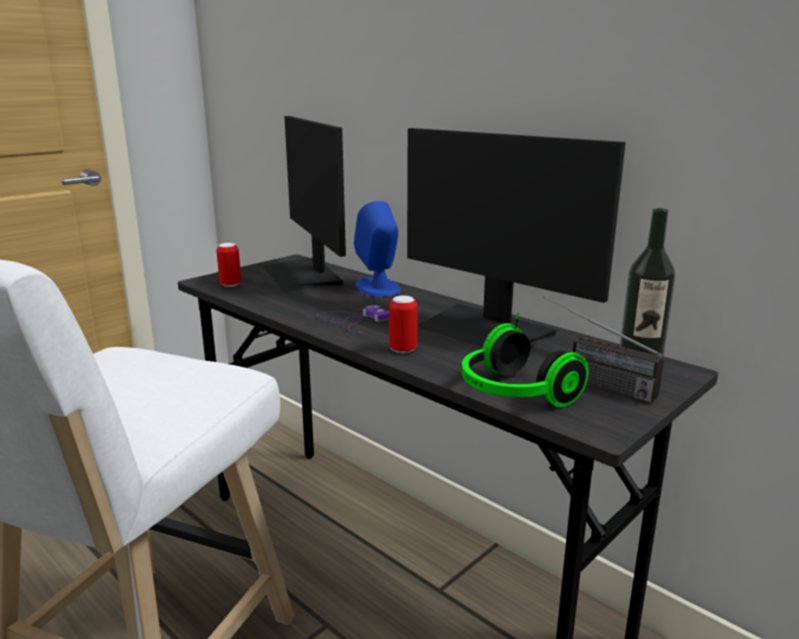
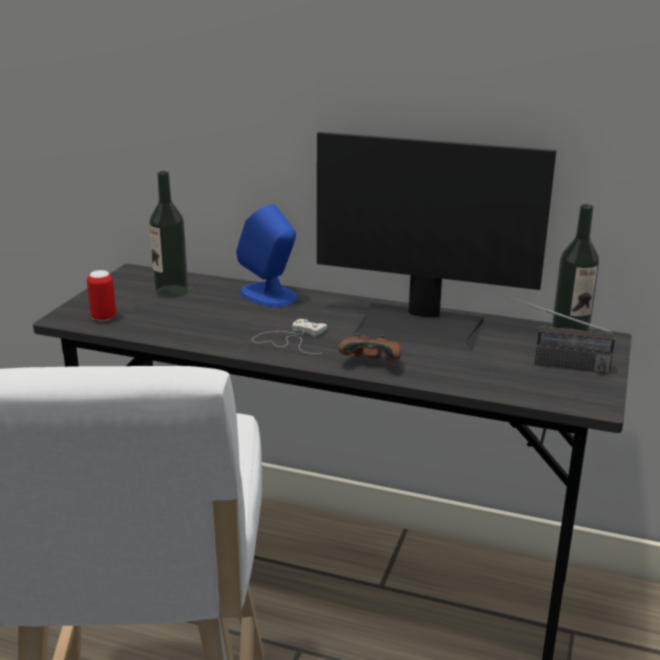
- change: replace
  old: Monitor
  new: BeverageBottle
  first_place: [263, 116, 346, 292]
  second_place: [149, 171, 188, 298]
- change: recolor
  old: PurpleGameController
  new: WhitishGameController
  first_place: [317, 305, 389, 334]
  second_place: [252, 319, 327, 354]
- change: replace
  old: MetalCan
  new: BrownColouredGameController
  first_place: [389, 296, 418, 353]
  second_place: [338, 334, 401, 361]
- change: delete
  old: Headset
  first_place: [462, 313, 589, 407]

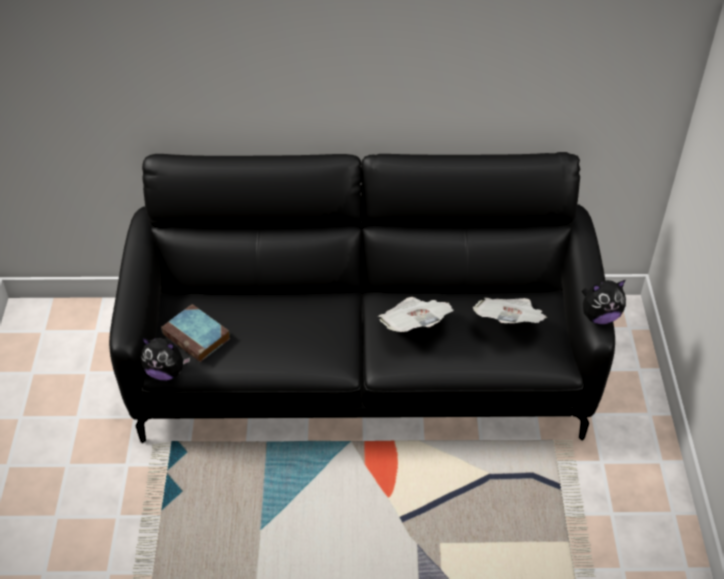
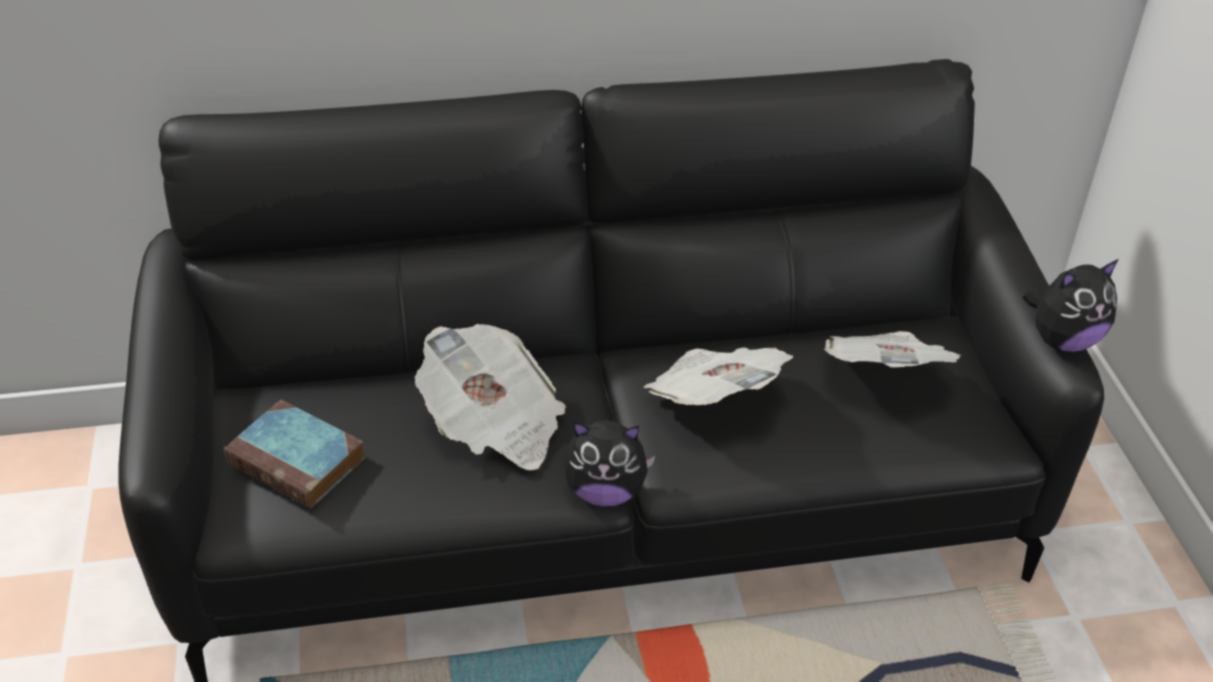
- change: insert
  new: Newspaper
  second_place: [415, 324, 566, 471]
- change: move
  old: PlushToy
  first_place: [141, 338, 190, 381]
  second_place: [564, 420, 656, 507]

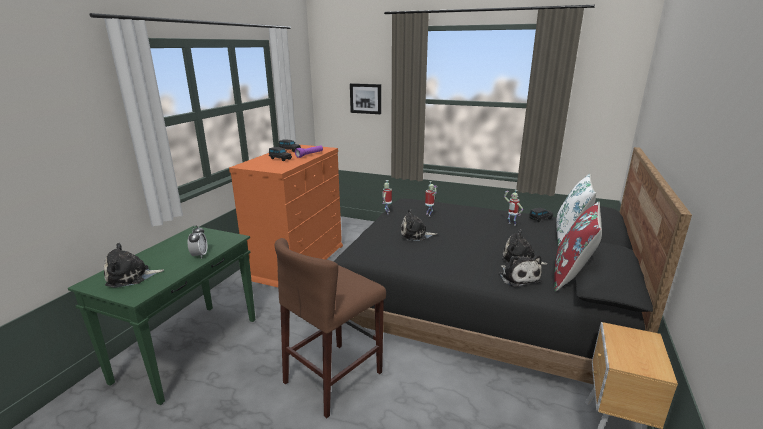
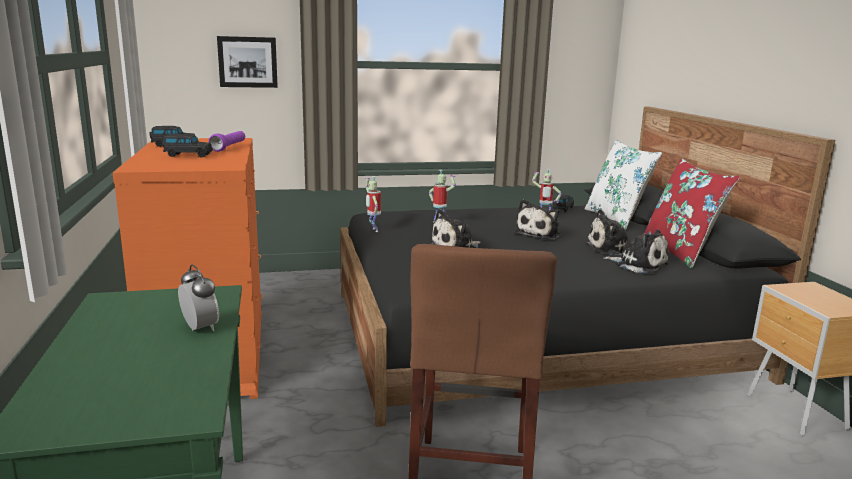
- change: move
  old: PlushToy
  first_place: [104, 243, 164, 288]
  second_place: [514, 199, 561, 239]

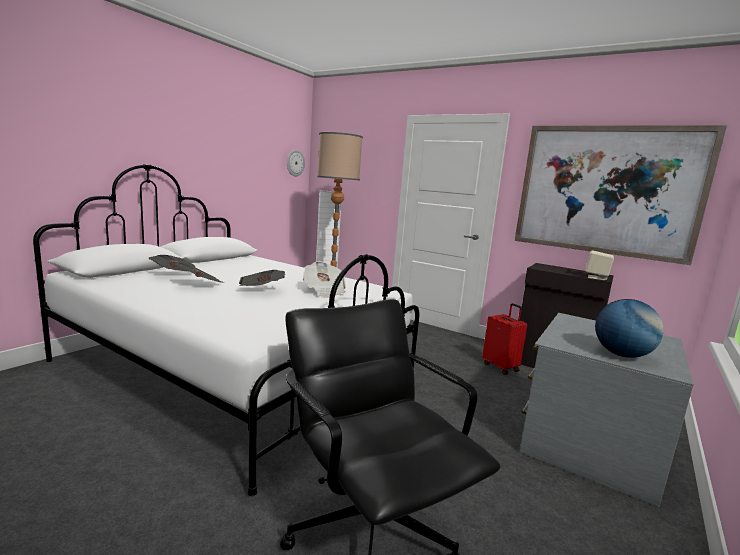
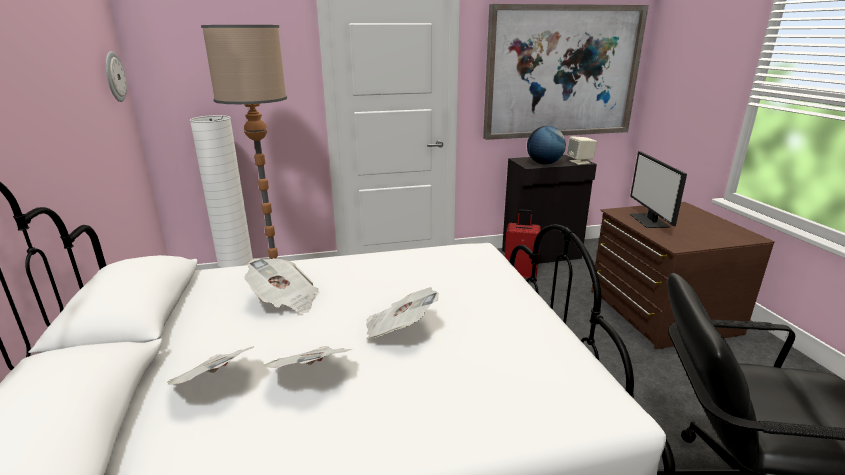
- change: move
  old: Newspaper
  first_place: [303, 261, 346, 298]
  second_place: [244, 258, 319, 313]
- change: move
  old: Globe
  first_place: [595, 299, 664, 358]
  second_place: [527, 126, 566, 164]
- change: recolor
  old: GrayDrawerChest
  new: BrownColouredDrawerChest
  first_place: [519, 313, 694, 507]
  second_place: [591, 202, 775, 349]
- change: insert
  new: Monitor
  second_place: [629, 151, 687, 228]

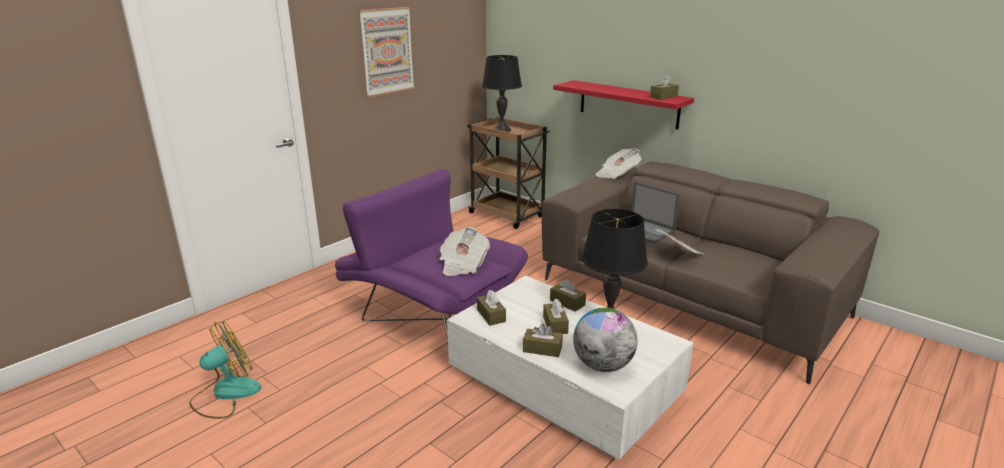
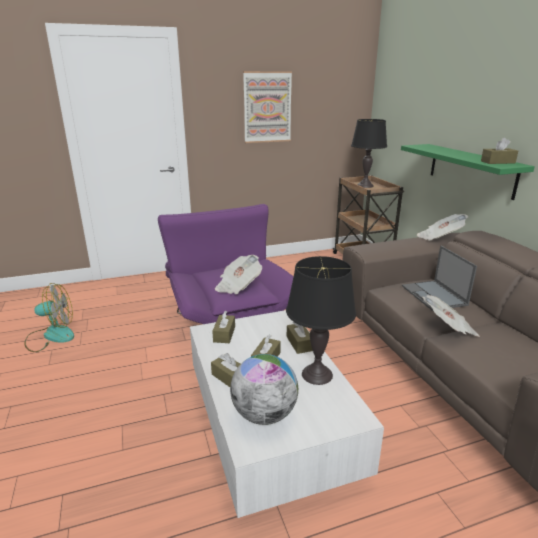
- change: recolor
  old: RedBracketShelf
  new: GreenBracketShelf
  first_place: [553, 80, 694, 129]
  second_place: [401, 144, 535, 200]

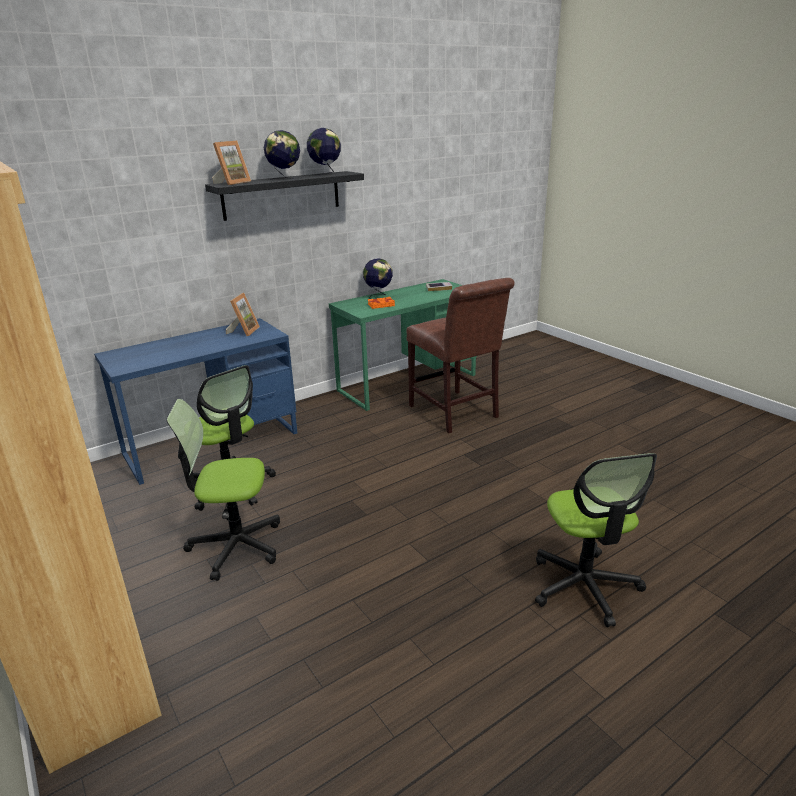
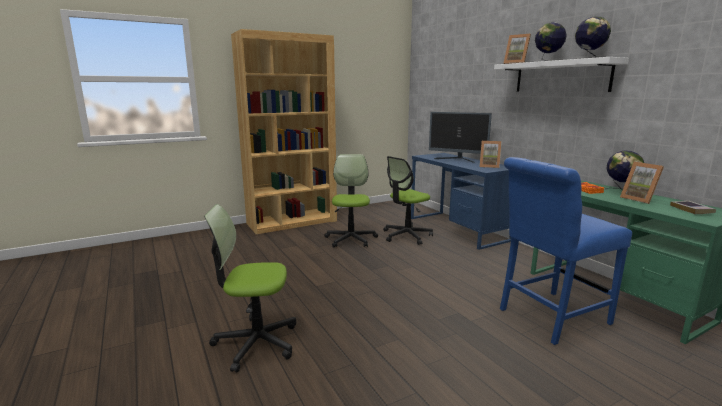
- change: insert
  new: Monitor
  second_place: [429, 112, 492, 163]
- change: recolor
  old: BlackColouredBracketShelf
  new: WhitishBracketShelf
  first_place: [205, 171, 364, 221]
  second_place: [494, 57, 629, 92]
- change: recolor
  old: BrownColouredUprightChair
  new: BlueUprightChair
  first_place: [406, 278, 515, 433]
  second_place: [500, 157, 632, 345]
- change: insert
  new: PictureFrame
  second_place: [620, 162, 664, 204]

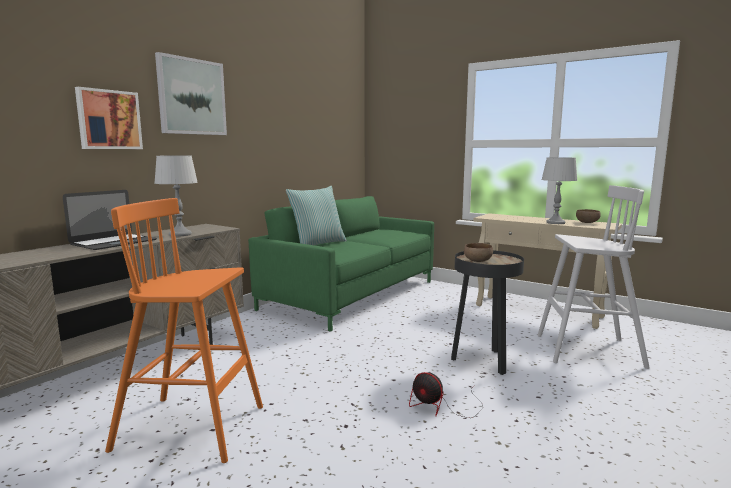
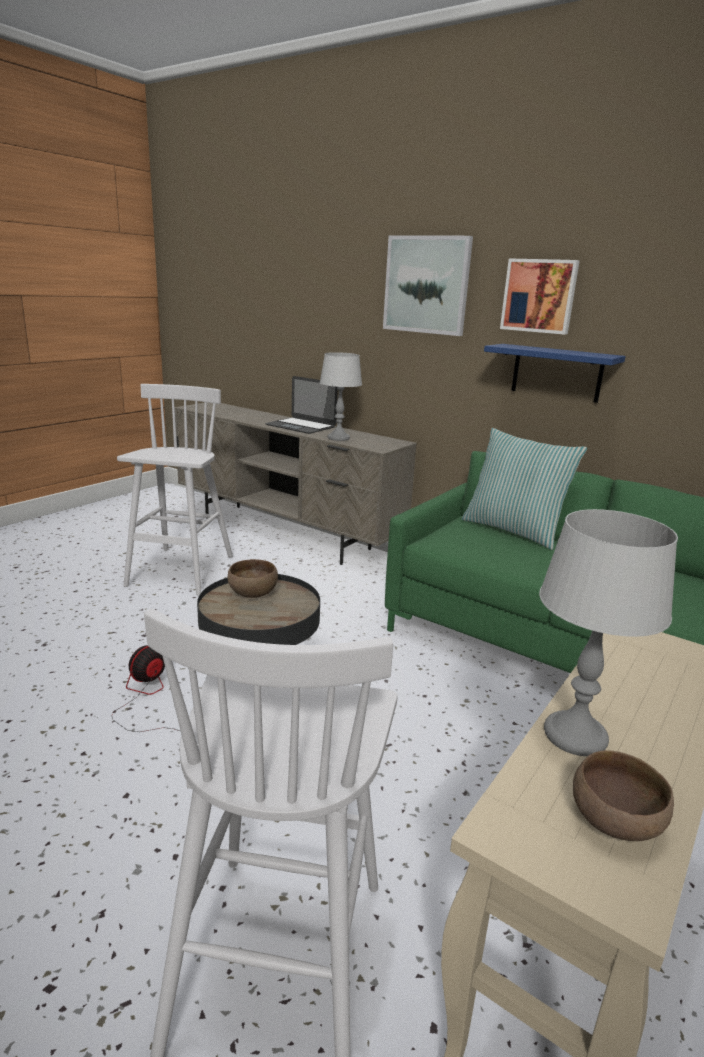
- change: recolor
  old: OrangeStoolSeat
  new: WhitishStoolSeat
  first_place: [105, 198, 263, 463]
  second_place: [117, 384, 233, 596]
- change: insert
  new: BlueBracketShelf
  second_place: [484, 344, 626, 403]
- change: move
  old: WallArt
  first_place: [75, 87, 143, 149]
  second_place: [500, 258, 580, 335]

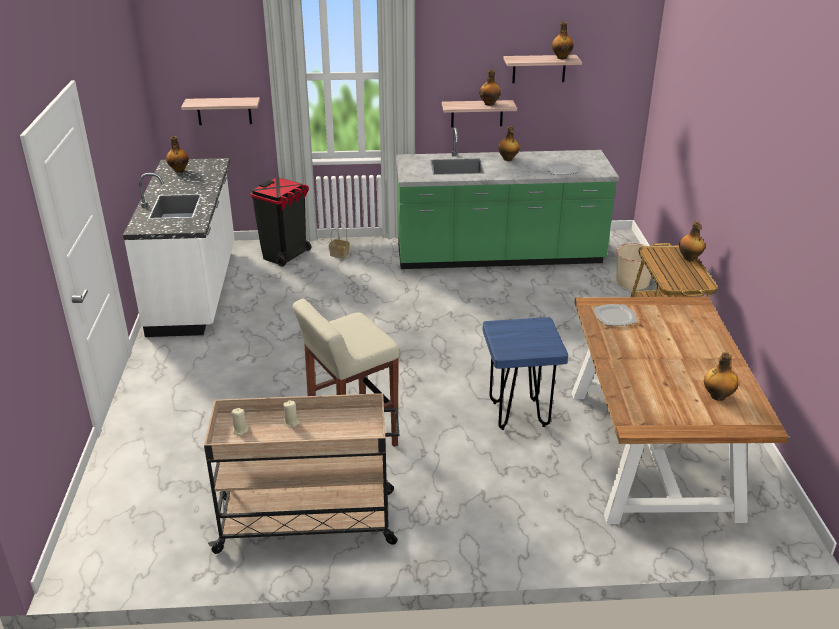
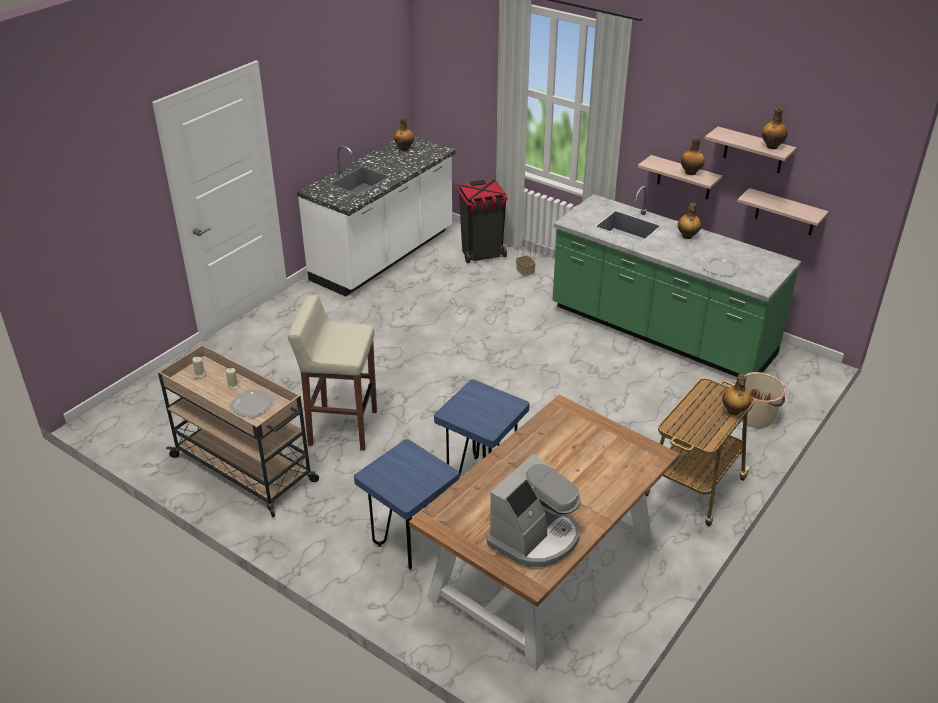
- change: move
  old: DinnerPlate
  first_place: [594, 304, 637, 326]
  second_place: [229, 389, 275, 418]
- change: insert
  new: BlueStoolSeat
  second_place: [354, 439, 460, 569]
- change: replace
  old: BeverageBottle
  new: CoffeeMaker
  first_place: [704, 352, 738, 401]
  second_place: [486, 454, 581, 567]
- change: move
  old: BracketShelf
  first_place: [181, 97, 260, 125]
  second_place: [737, 188, 829, 235]

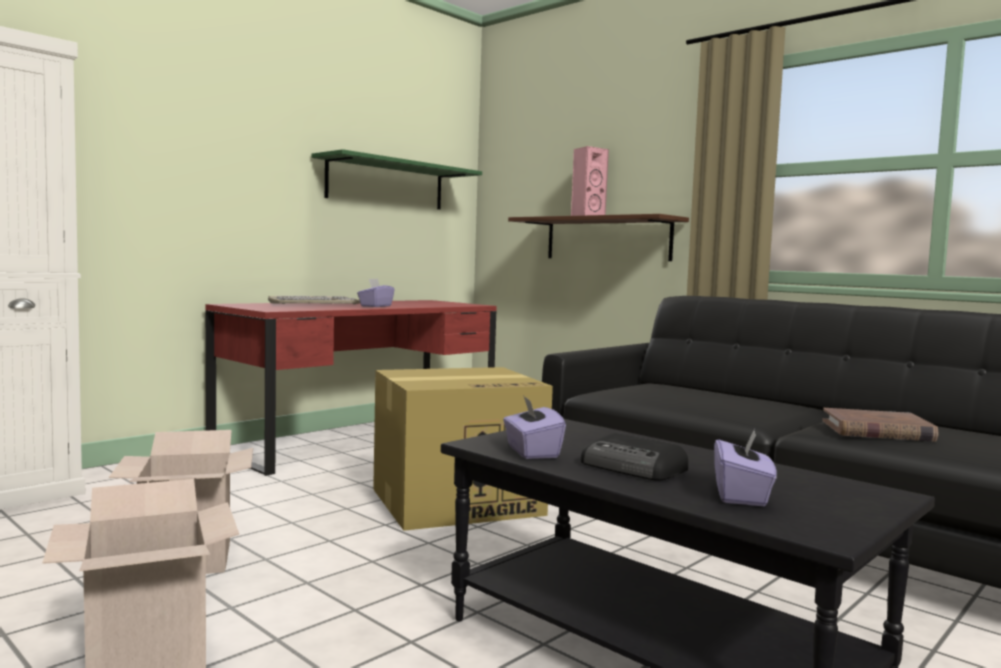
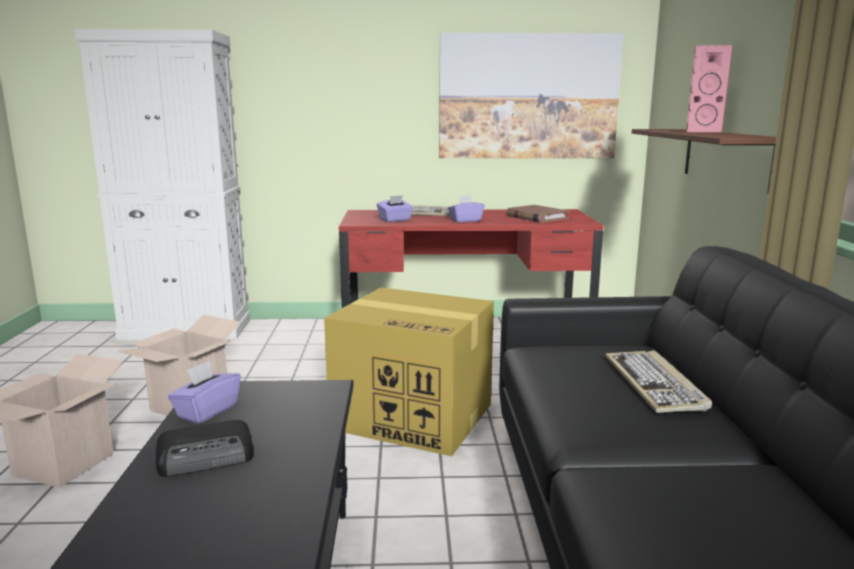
- change: rotate
  old: RadioSet
  first_place: [581, 433, 688, 481]
  second_place: [155, 420, 254, 477]
  degrees: -105
- change: move
  old: PurpleTissueHolder
  first_place: [714, 431, 777, 506]
  second_place: [377, 195, 413, 222]
- change: replace
  old: GreenBracketShelf
  new: WallArt
  first_place: [311, 149, 482, 209]
  second_place: [439, 32, 624, 158]
- change: move
  old: BrownColouredVolume
  first_place: [822, 408, 939, 442]
  second_place: [506, 205, 570, 223]
- change: insert
  new: PcKeyboard
  second_place: [605, 350, 712, 413]

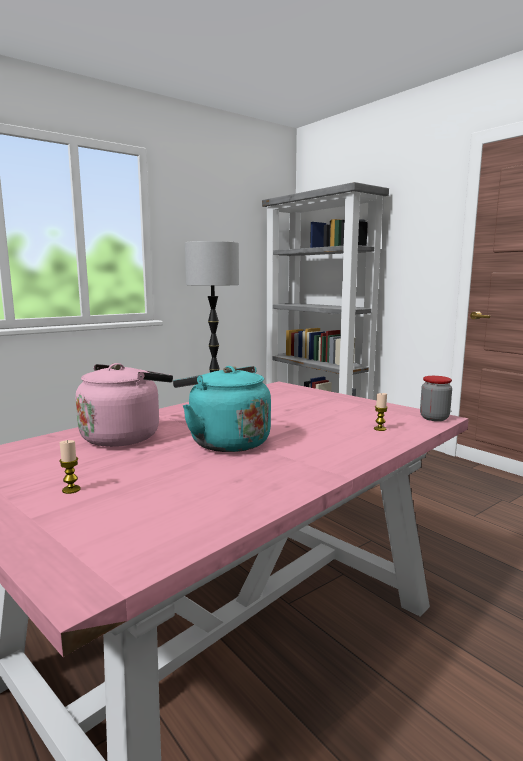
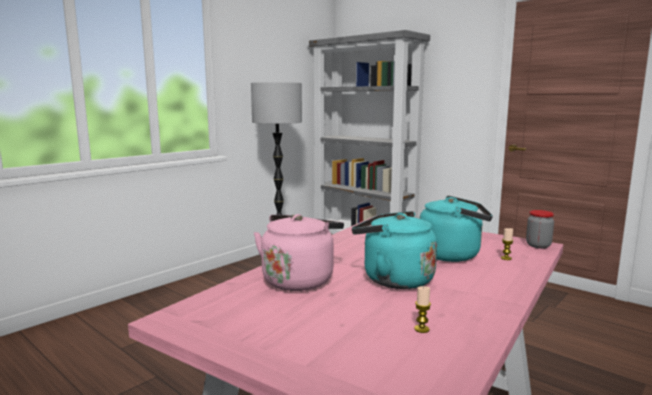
- change: move
  old: WaxCandle
  first_place: [59, 440, 81, 494]
  second_place: [414, 286, 431, 333]
- change: insert
  new: BlueGreenTeaKettle
  second_place: [419, 195, 493, 262]

